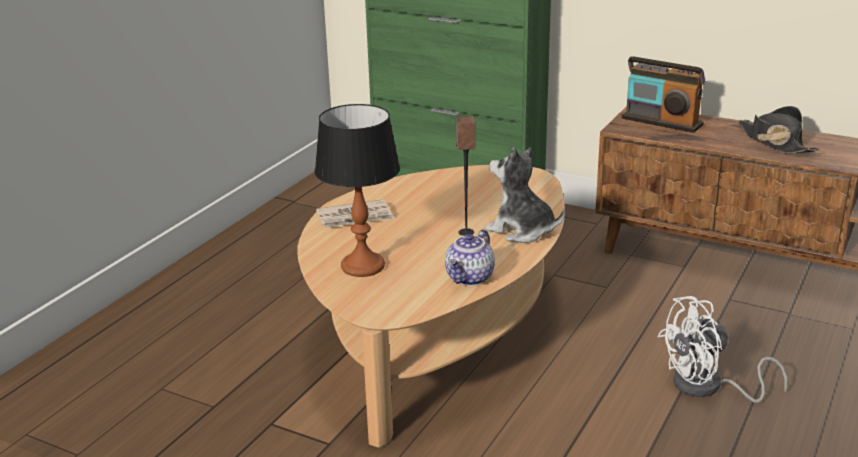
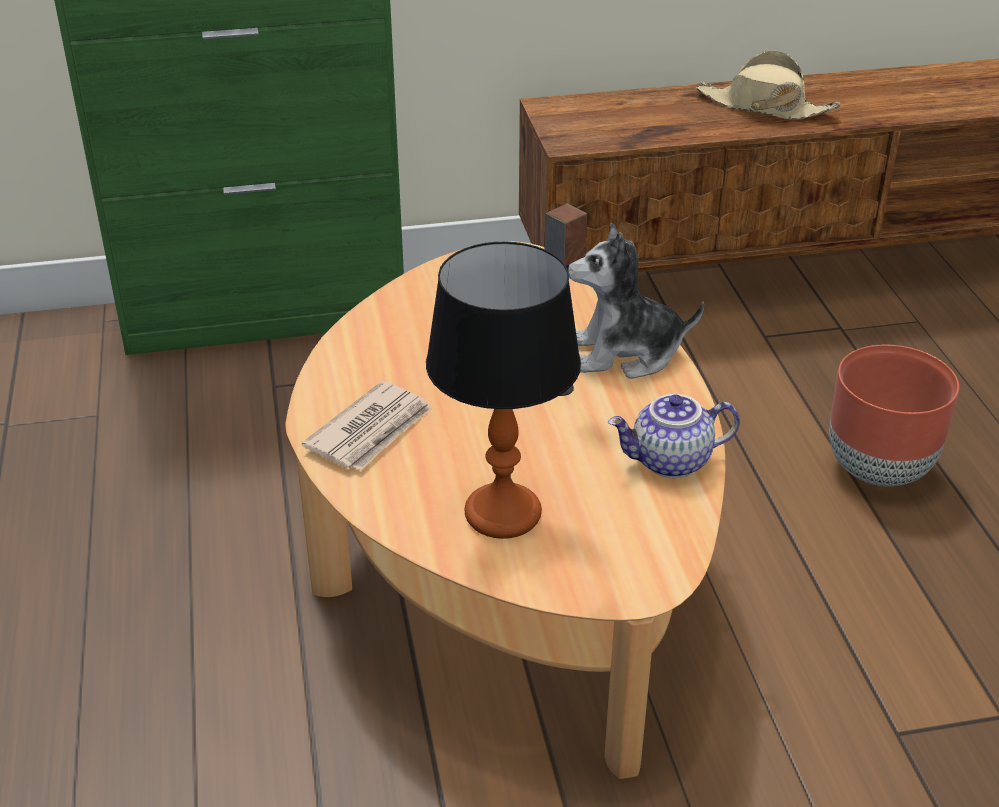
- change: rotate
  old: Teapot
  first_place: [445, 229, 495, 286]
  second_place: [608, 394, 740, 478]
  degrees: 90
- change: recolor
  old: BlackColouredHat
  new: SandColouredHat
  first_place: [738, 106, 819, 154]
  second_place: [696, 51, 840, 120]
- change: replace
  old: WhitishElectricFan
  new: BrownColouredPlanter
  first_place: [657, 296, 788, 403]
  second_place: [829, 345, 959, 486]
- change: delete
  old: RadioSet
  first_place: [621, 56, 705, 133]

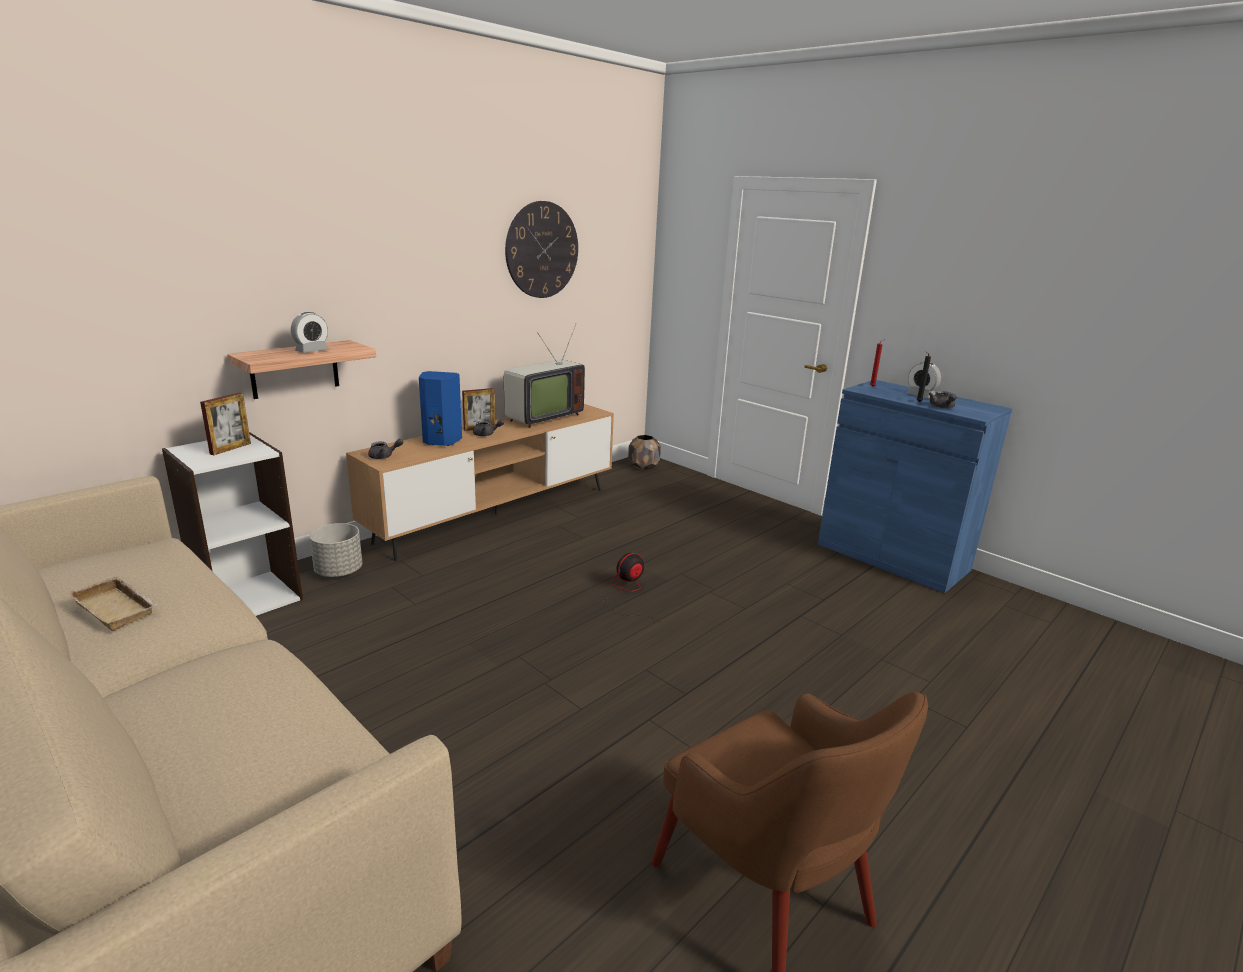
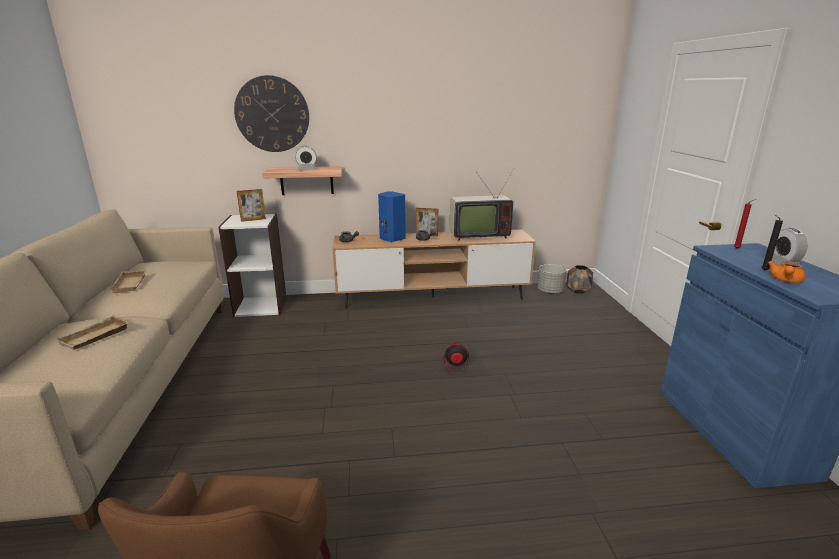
- change: insert
  new: SandColouredCarryingTray
  second_place: [56, 315, 129, 350]
- change: move
  old: ClockOnTheWall
  first_place: [505, 201, 578, 298]
  second_place: [234, 75, 309, 152]
- change: move
  old: GrayPlanter
  first_place: [309, 523, 362, 577]
  second_place: [537, 264, 567, 294]
- change: recolor
  old: GrayTeapot
  new: OrangeTeapot
  first_place: [929, 391, 957, 408]
  second_place: [768, 261, 806, 283]

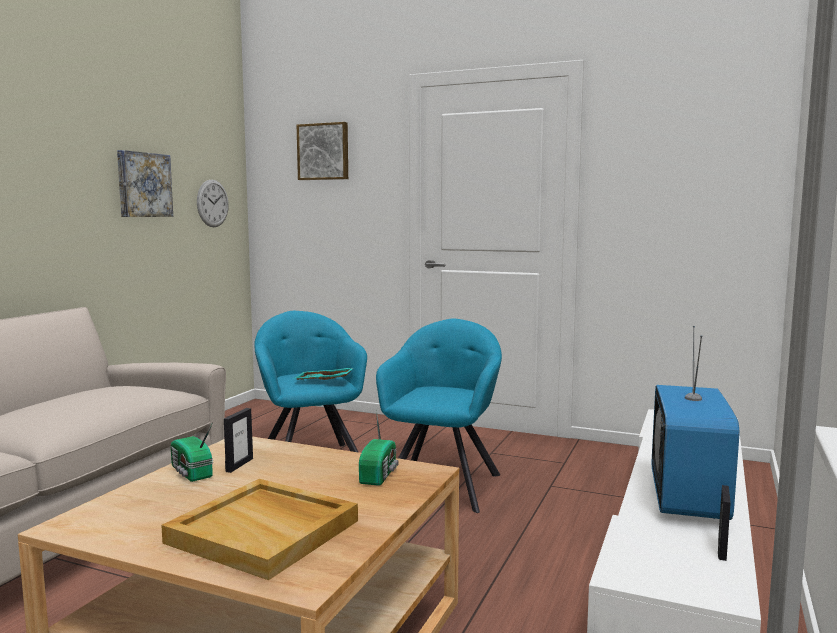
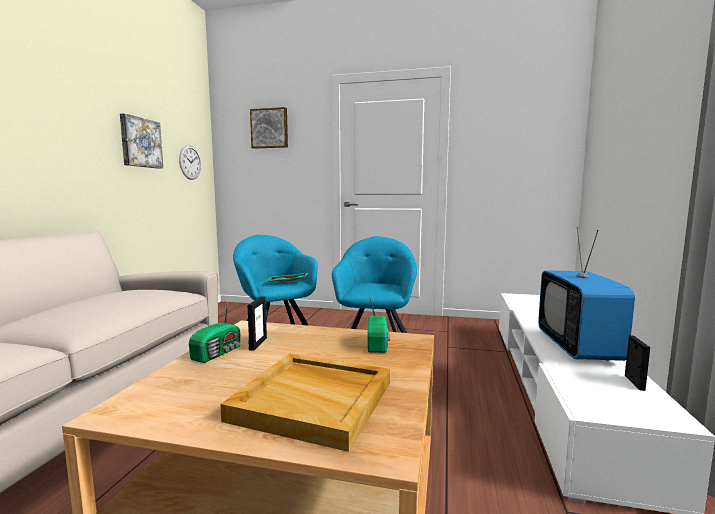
- change: rotate
  old: RadioSet
  first_place: [171, 422, 213, 482]
  second_place: [189, 300, 241, 363]
  degrees: -105

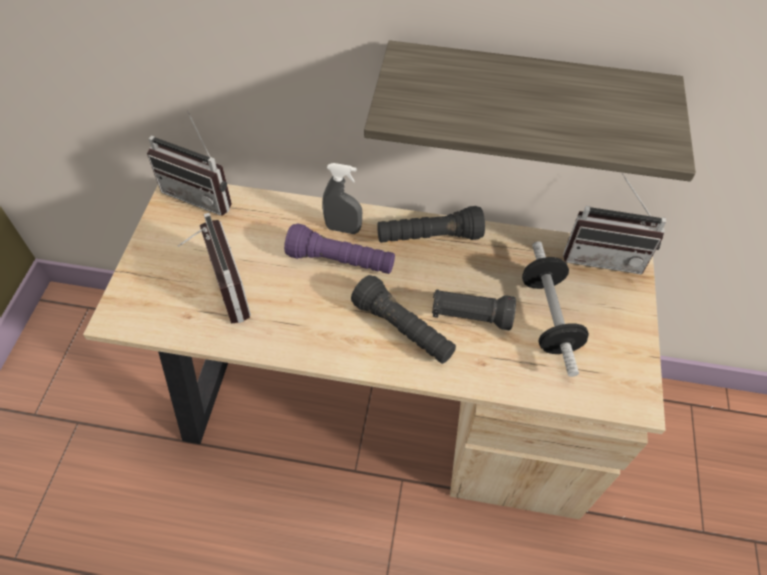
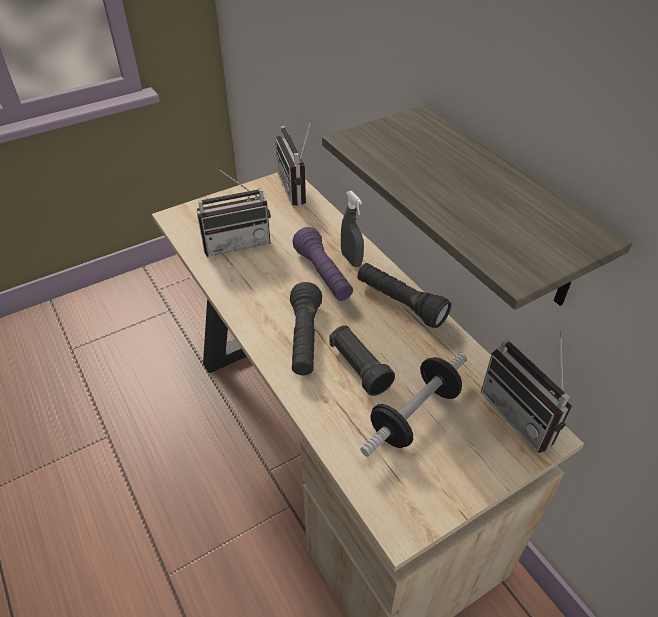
- change: rotate
  old: RadioSet
  first_place: [178, 213, 251, 324]
  second_place: [197, 167, 271, 257]
  degrees: 45

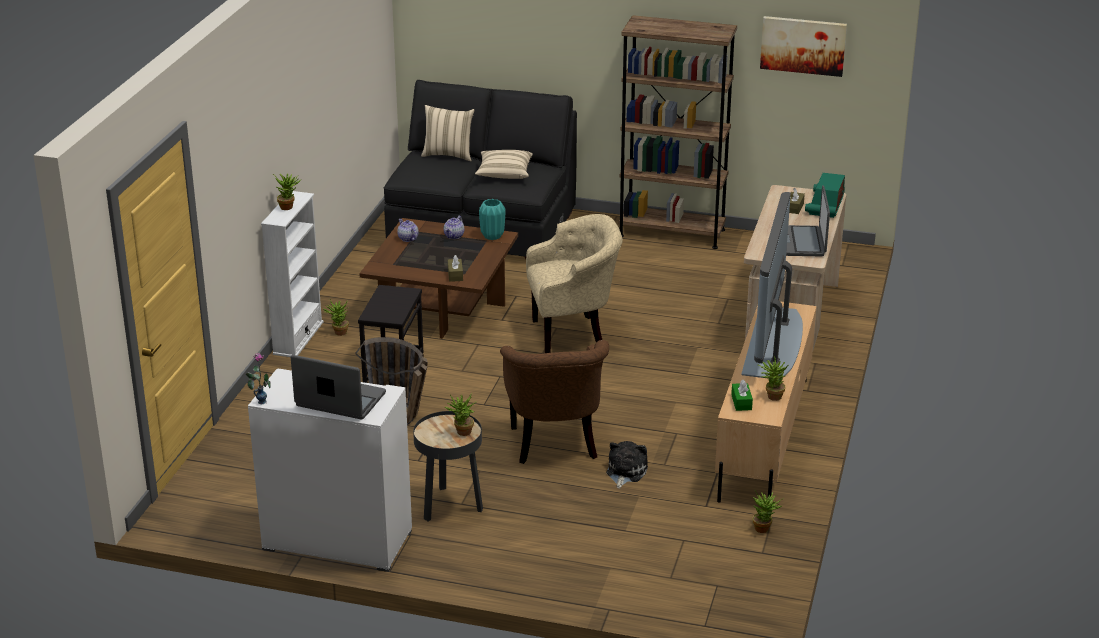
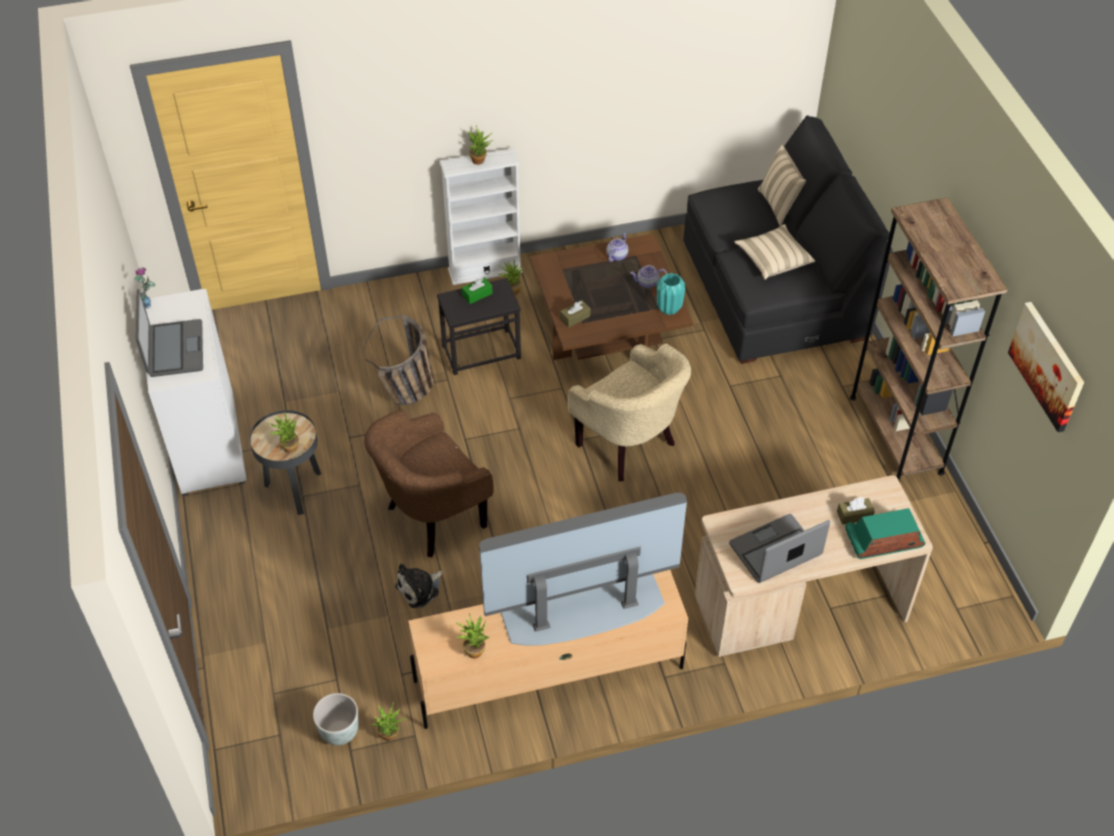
- change: insert
  new: GrayPlanter
  second_place: [313, 693, 359, 745]
- change: rotate
  old: PlushToy
  first_place: [606, 441, 648, 489]
  second_place: [395, 563, 443, 608]
  degrees: 150
- change: move
  old: GreenTissueHolder
  first_place: [731, 379, 753, 411]
  second_place: [462, 277, 493, 304]

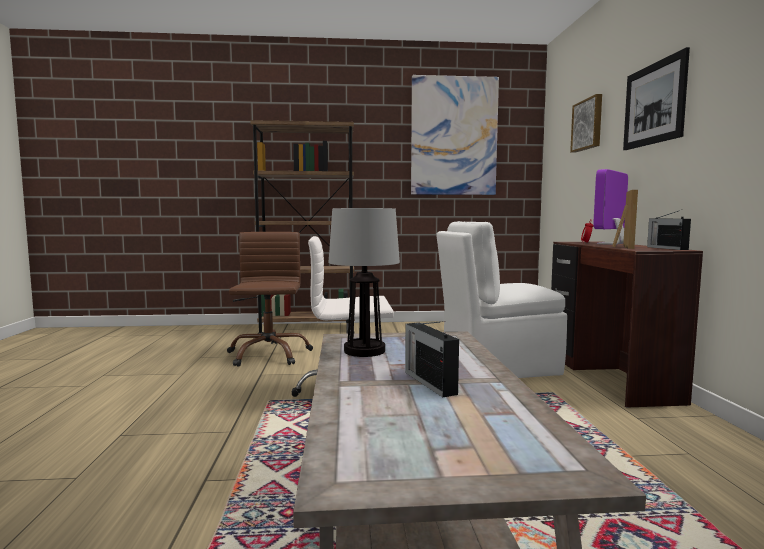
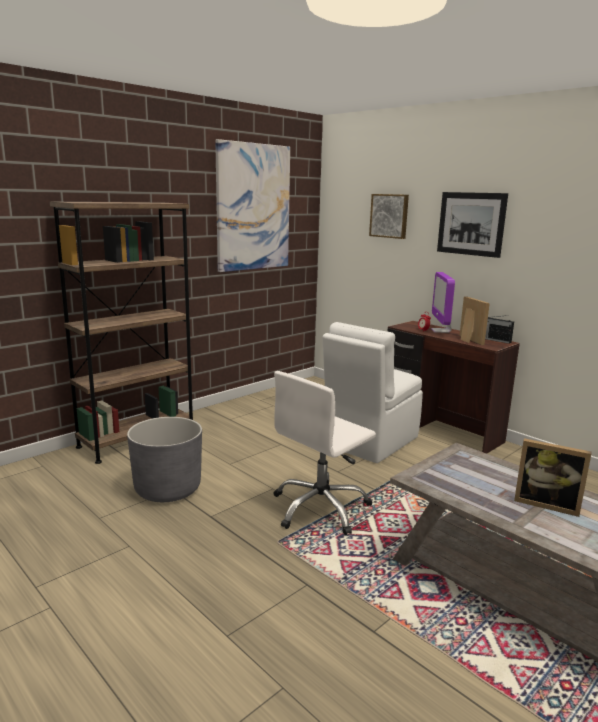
- change: replace
  old: BrownColouredOfficeChair
  new: GrayPlanter
  first_place: [227, 232, 313, 367]
  second_place: [127, 417, 202, 502]
- change: replace
  old: RadioSet
  new: PictureFrame
  first_place: [405, 321, 459, 397]
  second_place: [514, 438, 591, 517]
- change: delete
  old: TabletopLamp
  first_place: [328, 208, 400, 357]

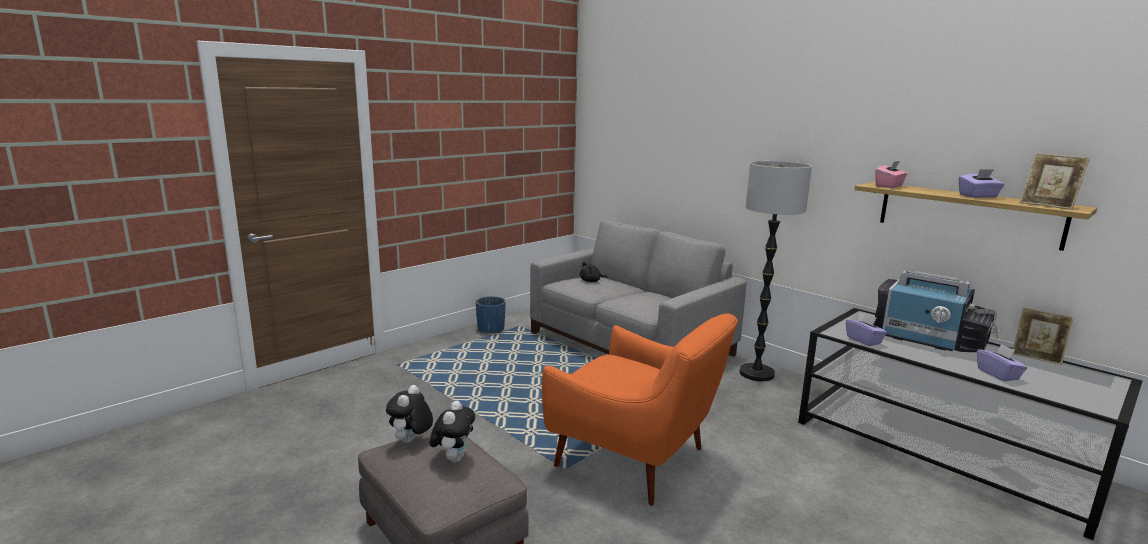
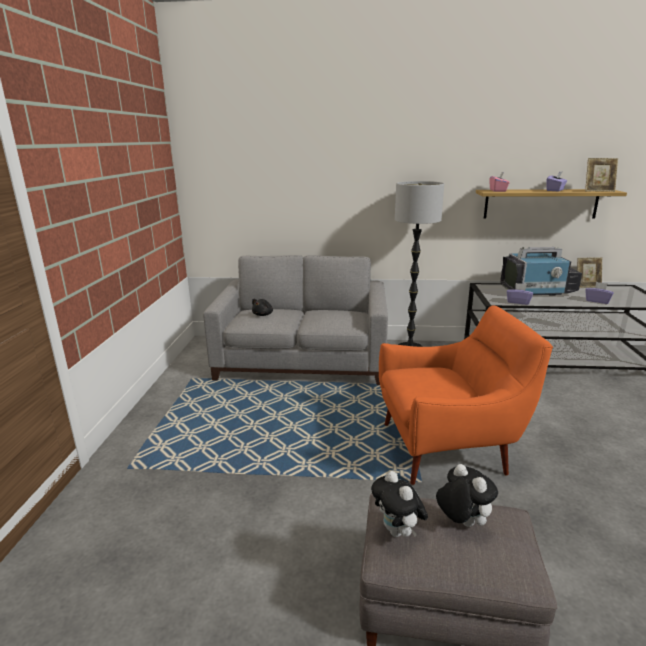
- change: delete
  old: BluePlanter
  first_place: [476, 296, 506, 333]

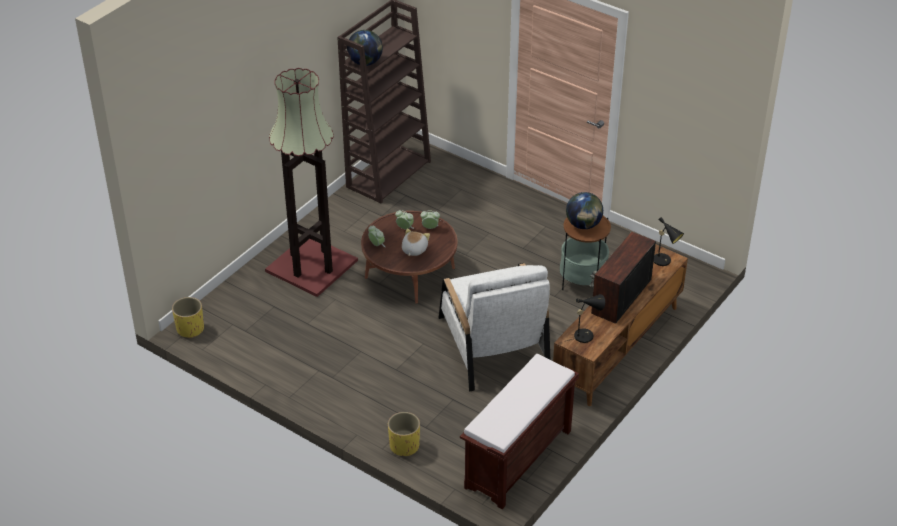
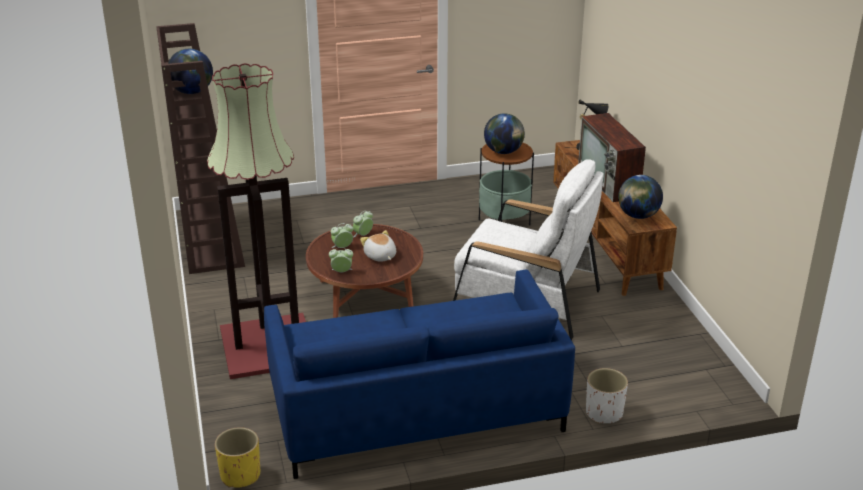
- change: insert
  new: BlueCouch
  second_place: [264, 270, 575, 479]
- change: recolor
  old: YellowColouredPlanter
  new: WhitishPlanter
  first_place: [388, 412, 420, 457]
  second_place: [586, 368, 628, 424]
- change: replace
  old: BlackColouredTabletopLamp
  new: Globe
  first_place: [566, 294, 605, 343]
  second_place: [618, 175, 663, 219]
- change: delete
  old: BrownColouredIndoorBench
  first_place: [460, 354, 579, 509]

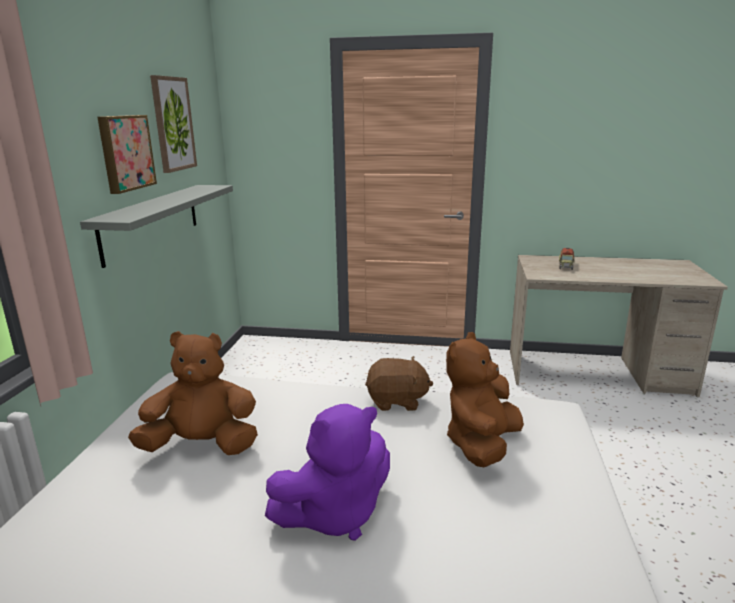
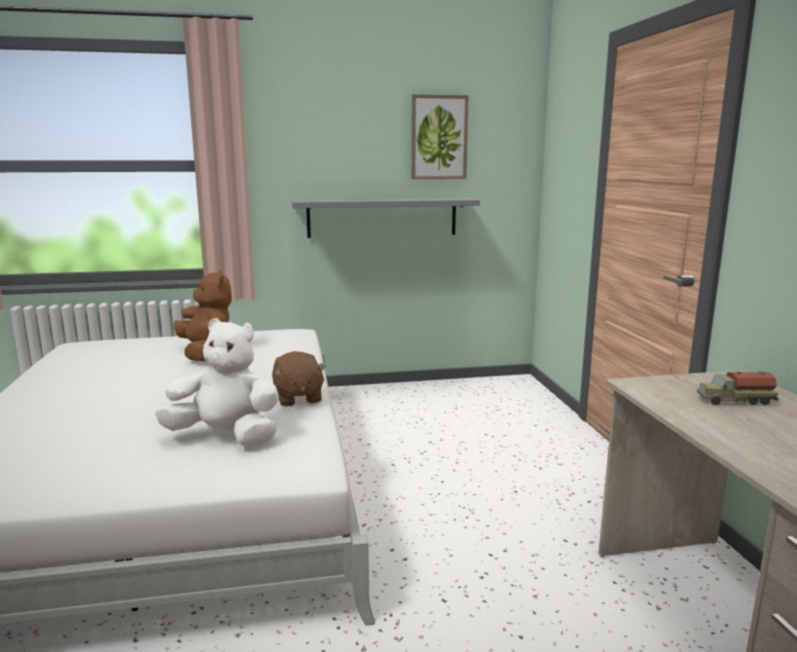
- change: recolor
  old: BrownColouredPlushToy
  new: WhitishPlushToy
  first_place: [446, 332, 524, 467]
  second_place: [155, 318, 279, 447]
- change: delete
  old: WallArt
  first_place: [97, 115, 157, 194]
- change: delete
  old: PurplePlushToy
  first_place: [265, 404, 390, 541]

